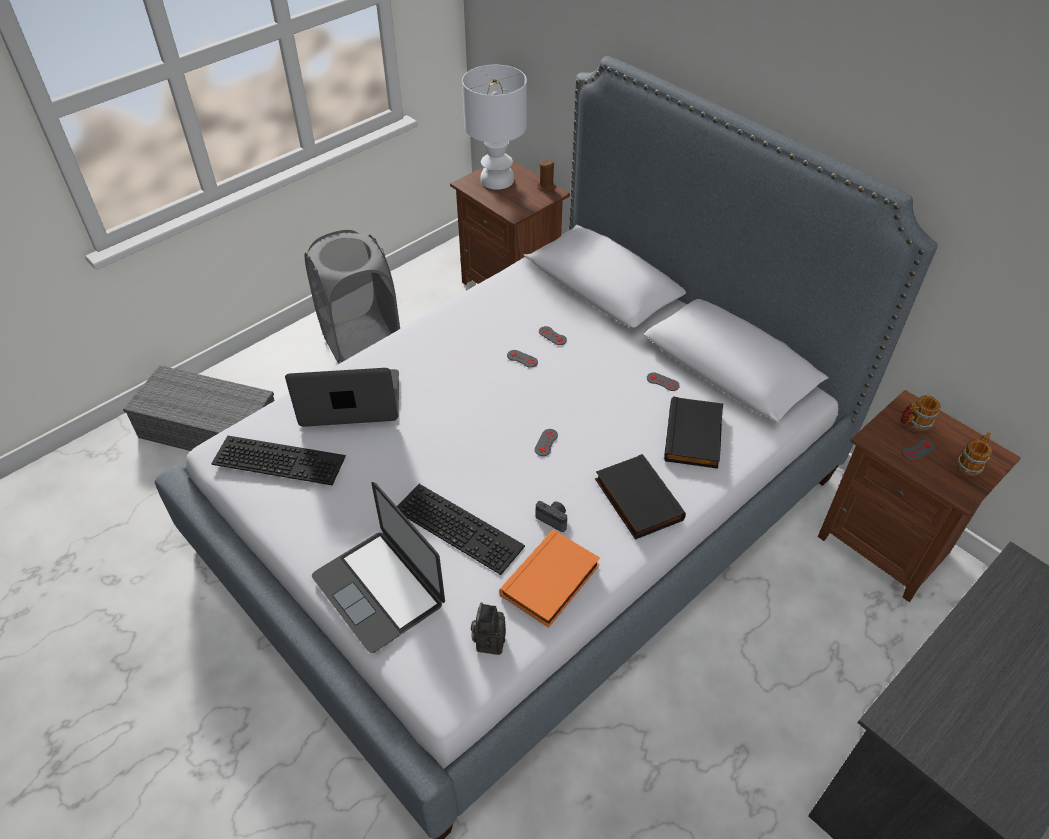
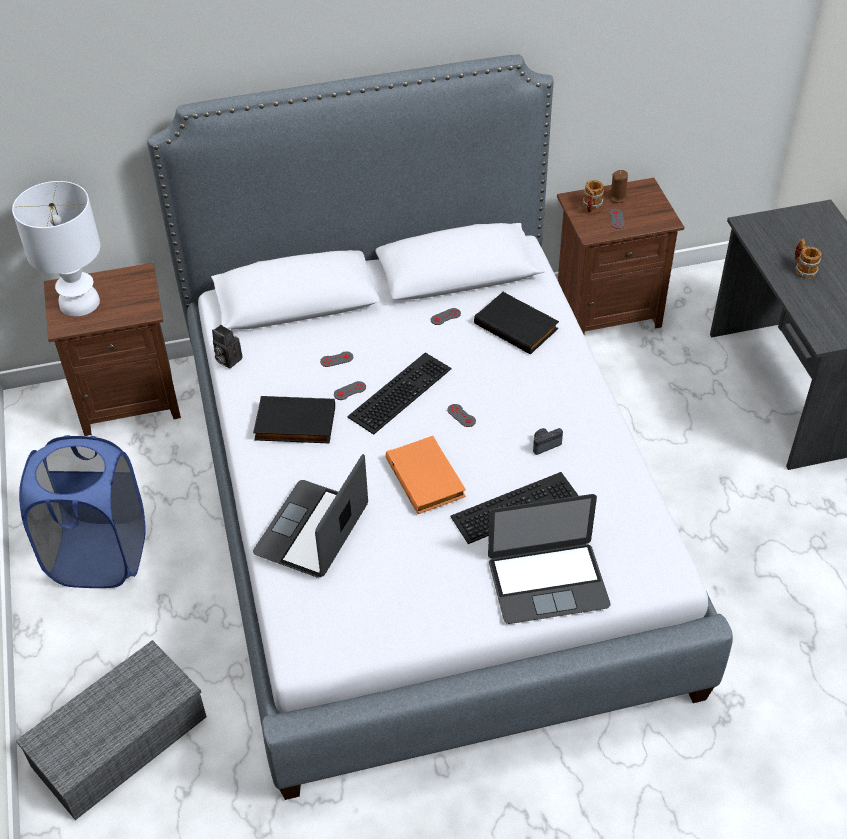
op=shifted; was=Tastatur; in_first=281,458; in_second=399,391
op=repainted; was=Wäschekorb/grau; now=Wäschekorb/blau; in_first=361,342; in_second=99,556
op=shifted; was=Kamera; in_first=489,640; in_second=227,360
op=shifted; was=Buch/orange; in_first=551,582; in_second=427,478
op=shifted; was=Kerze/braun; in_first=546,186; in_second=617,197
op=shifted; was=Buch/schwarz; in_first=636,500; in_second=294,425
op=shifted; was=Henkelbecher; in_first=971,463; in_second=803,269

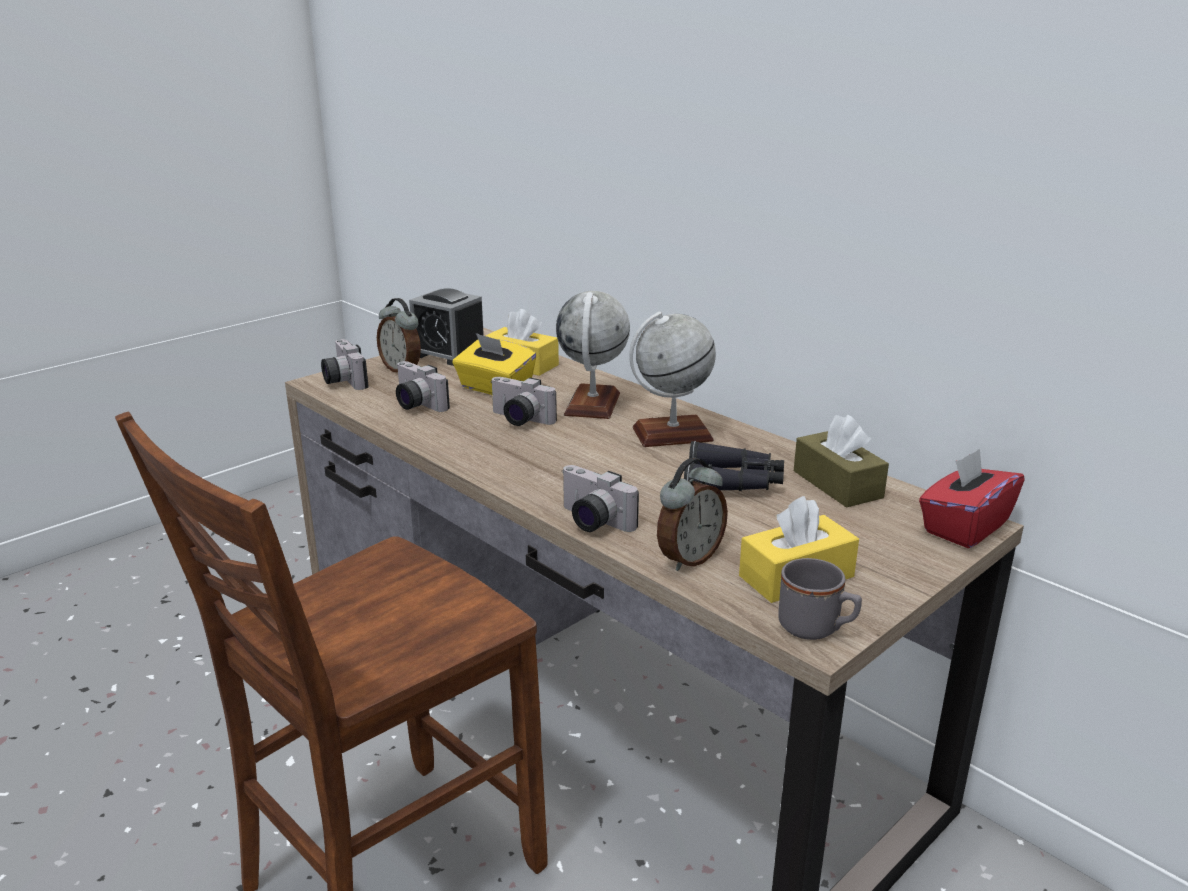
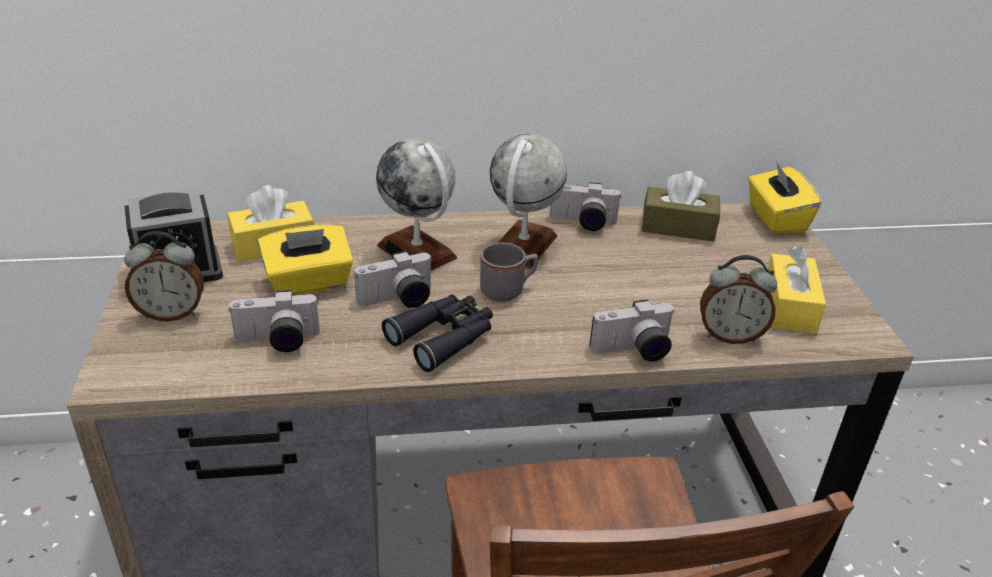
op=shifted; was=Kamera; in_first=342,380; in_second=582,223
op=rotated; was=Wecker; in_first=688,558; in_second=730,335; clockwise=105
op=shifted; was=Fernglas/schwarz; in_first=734,482; in_second=444,337
op=shifted; was=Henkelbecher/grau; in_first=816,628; in_second=508,290
op=repainted; was=Taschentuchbox/rot; now=Taschentuchbox/gelb; in_first=964,527; in_second=775,218

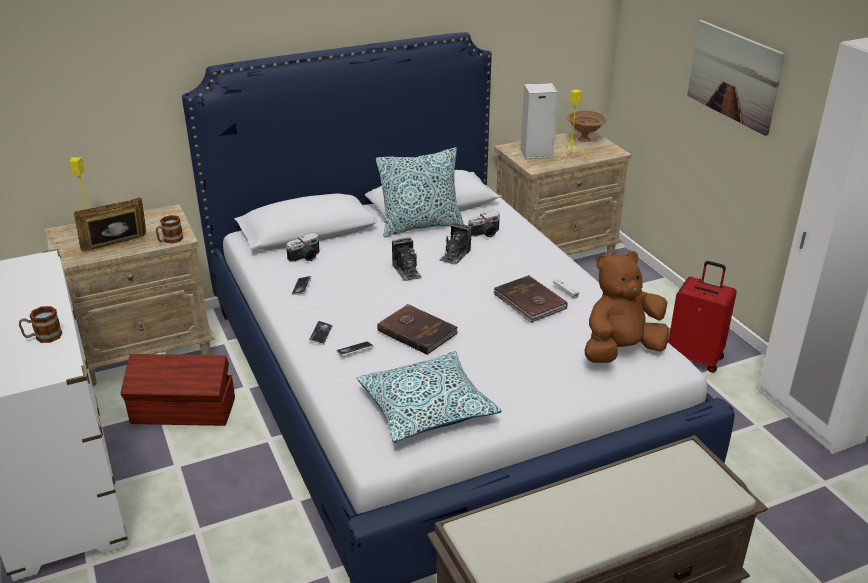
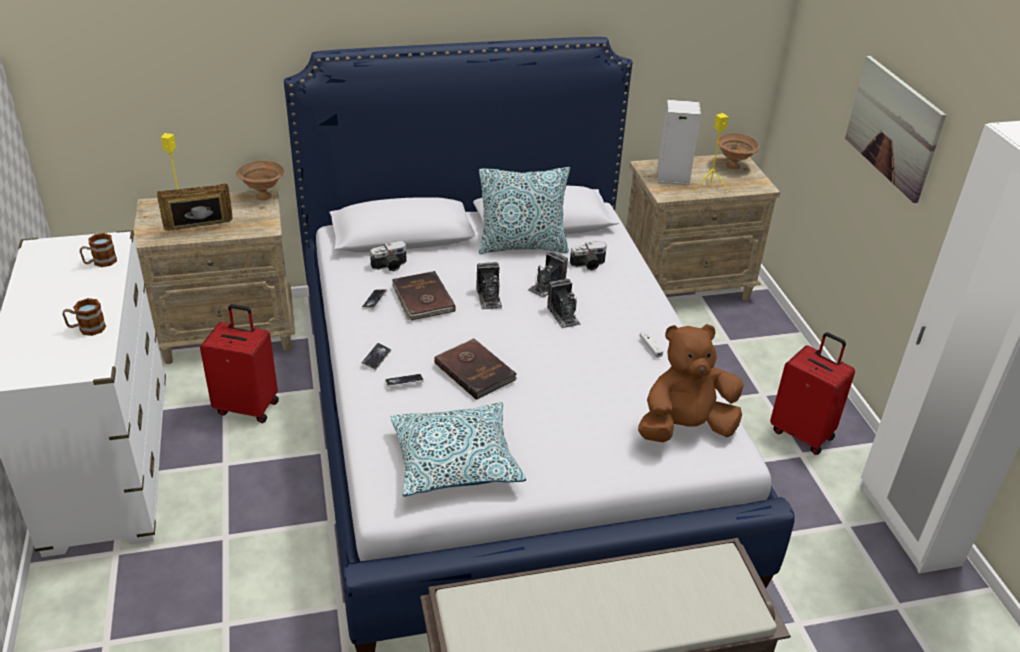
op=swapped; was=Aufbewahrungsbox/braun; now=Koffer/rot; in_first=184,411; in_second=248,406
op=shifted; was=Henkelbecher; in_first=170,240; in_second=100,262
op=shifted; was=Buch/braun; in_first=529,302; in_second=422,299
op=new; now=Schüssel/braun; in_second=262,196
op=new; now=Kamera; in_second=563,315

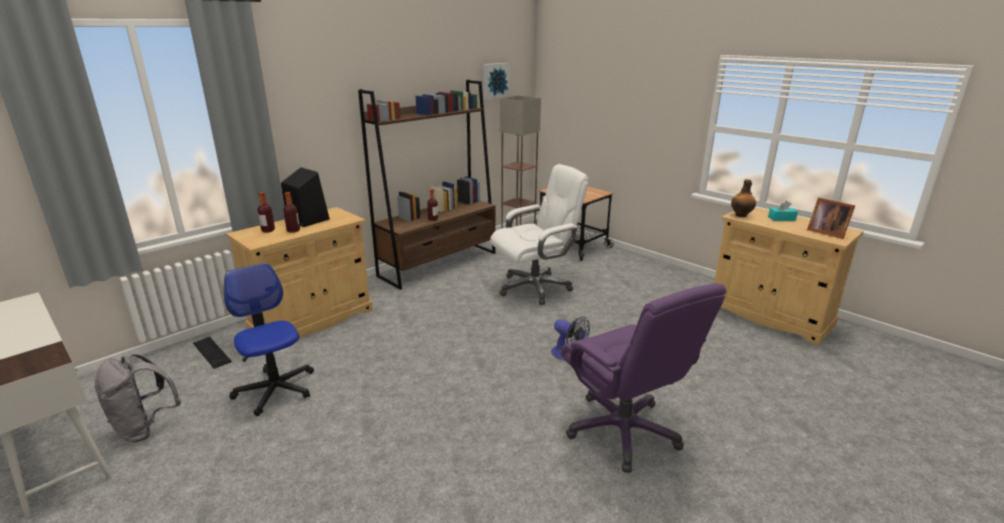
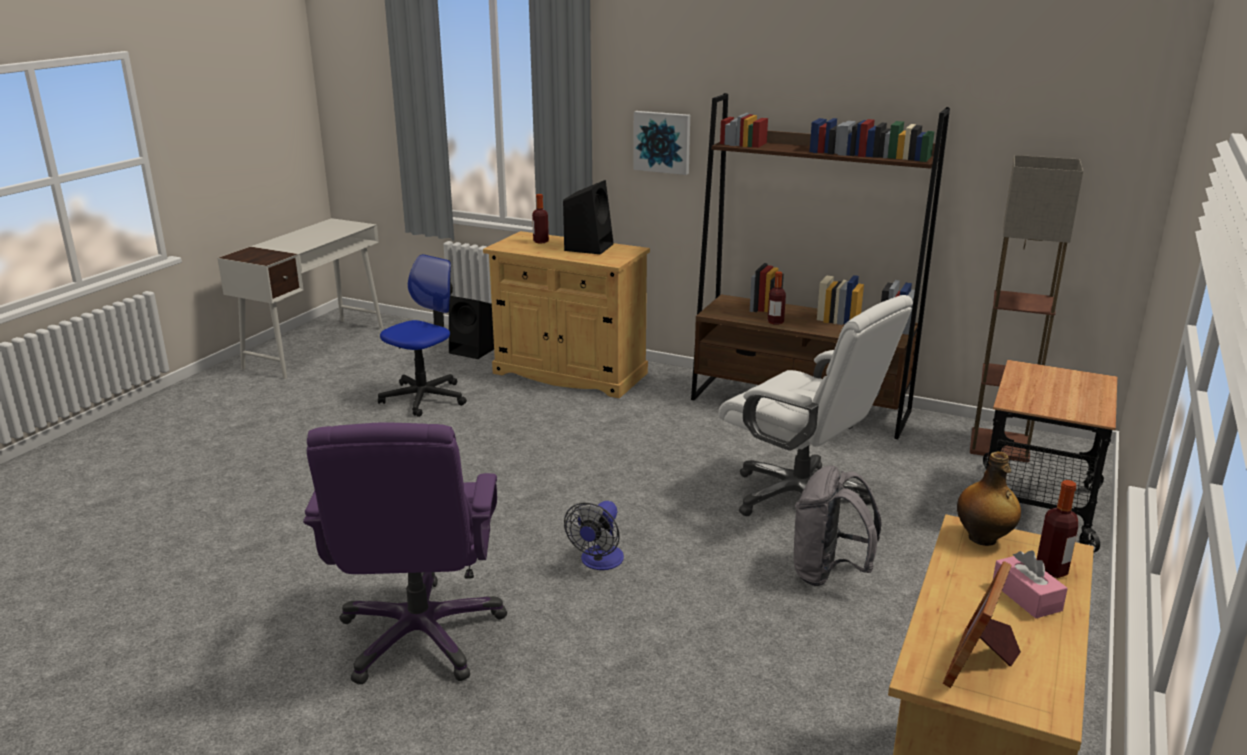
op=shifted; was=Rucksack/grau; in_first=145,427; in_second=828,573
op=swapped; was=Tastatur; now=Lautsprecher/schwarz; in_first=211,352; in_second=474,350
op=shifted; was=Flasche; in_first=293,230; in_second=1051,570
op=shifted; was=Bild; in_first=495,80; in_second=662,142
op=rotated; was=Bürostuhl/lila; in_first=623,431; in_second=421,636; clockwise=-45
op=repainted; was=Taschentuchbox/türkis; now=Taschentuchbox/rosa; in_first=781,219; in_second=1026,597

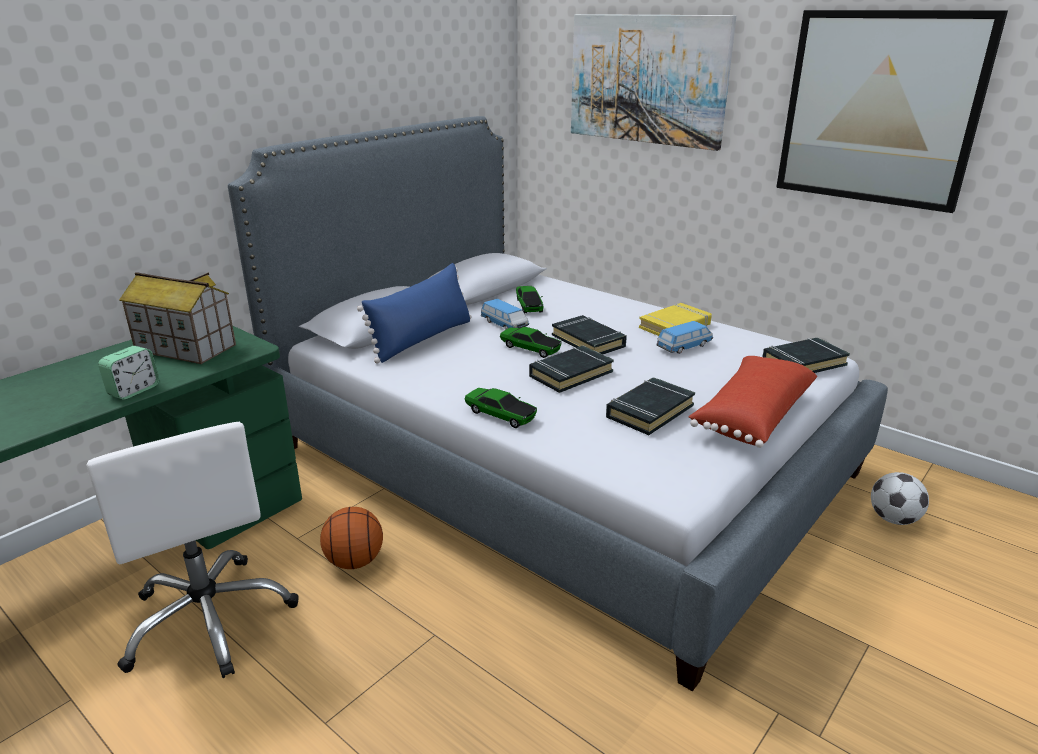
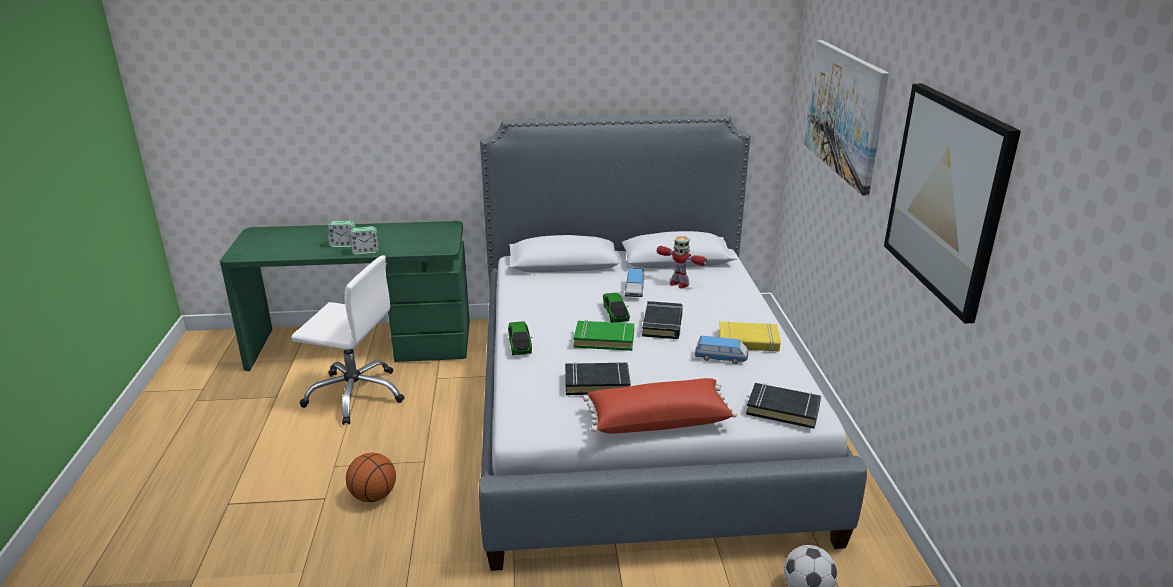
op=rotated; was=Bürostuhl/weiß; in_first=210,619; in_second=355,394; clockwise=-90
op=gone; was=Spielzeughaus; in_first=185,348
op=shifted; was=Basketball; in_first=355,561; in_second=374,496
op=gone; was=Kissen/blau; in_first=422,339
op=swapped; was=Spielzeugauto; now=Spielzeugroboter; in_first=529,305; in_second=678,283
op=repainted; was=Buch/schwarz; now=Buch/grün; in_first=570,374; in_second=604,339
op=new; now=Wecker; in_second=343,245

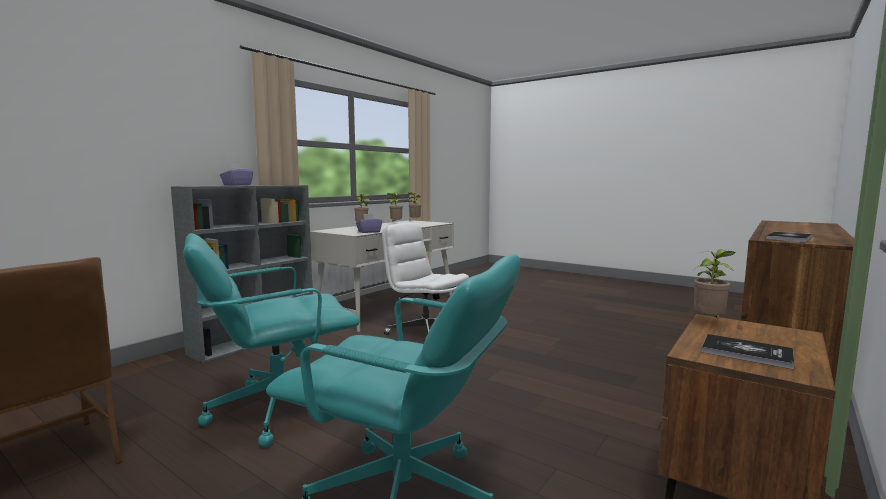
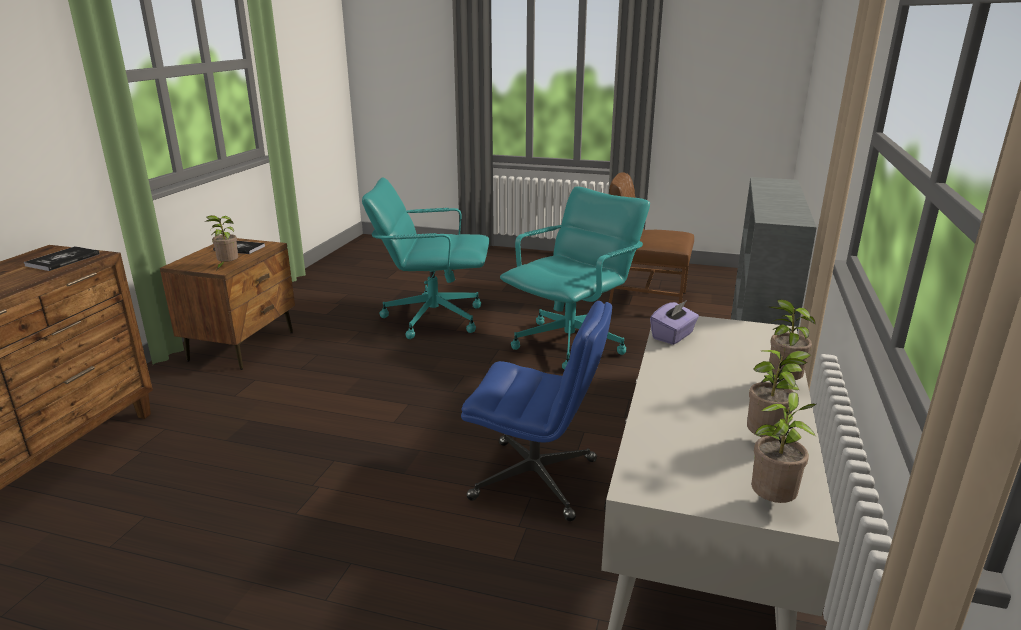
op=gone; was=Taschentuchbox/lila; in_first=237,185
op=repainted; was=Bürostuhl/weiß; now=Bürostuhl/blau; in_first=425,333; in_second=536,479

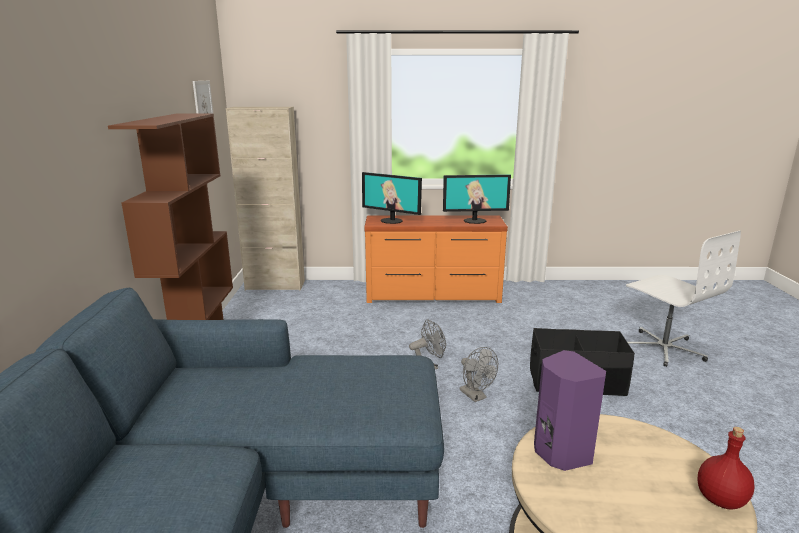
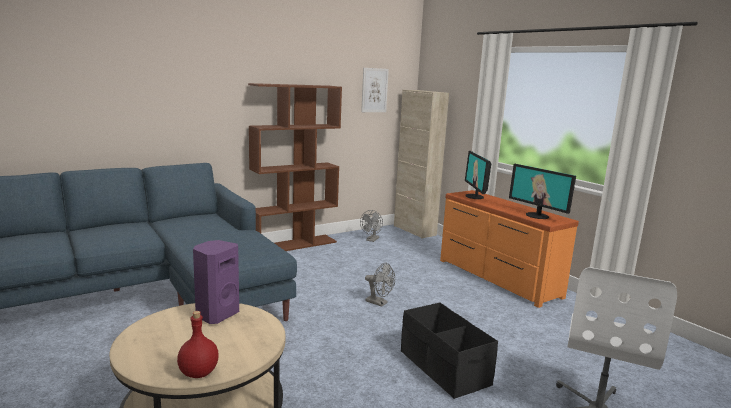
op=shifted; was=Ventilator/grau; in_first=476,396; in_second=371,240

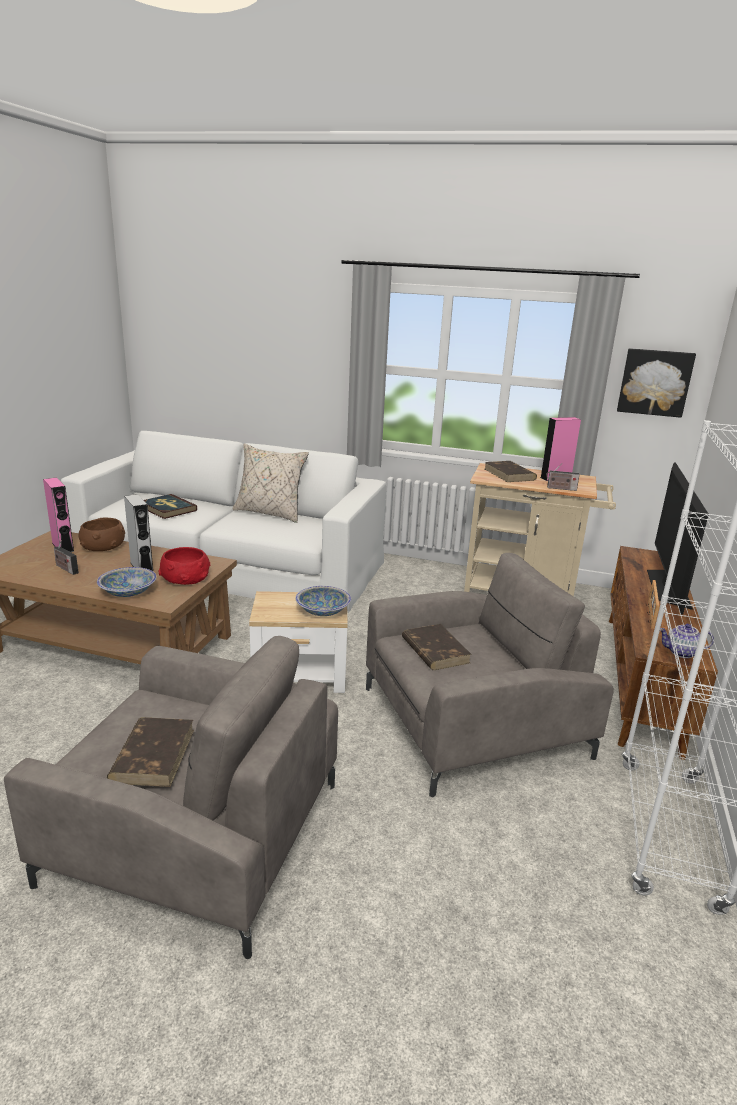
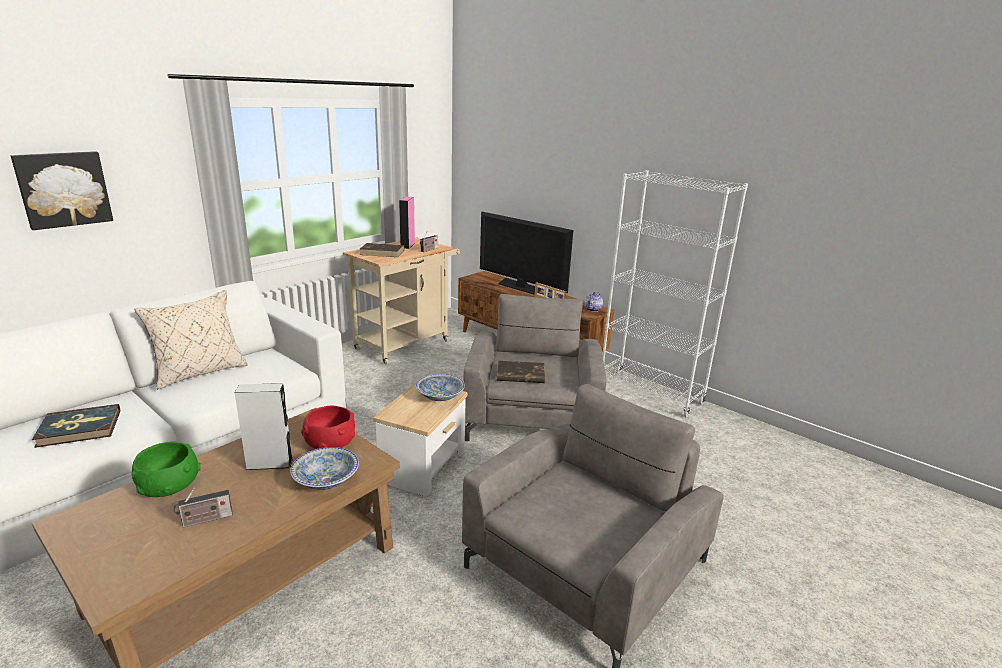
op=gone; was=Lautsprecher/rosa; in_first=63,547
op=repainted; was=Schüssel/braun; now=Schüssel/grün; in_first=103,547; in_second=169,484
op=gone; was=Buch/braun; in_first=153,754
op=shifted; was=Bild; in_first=654,382; in_second=63,189

